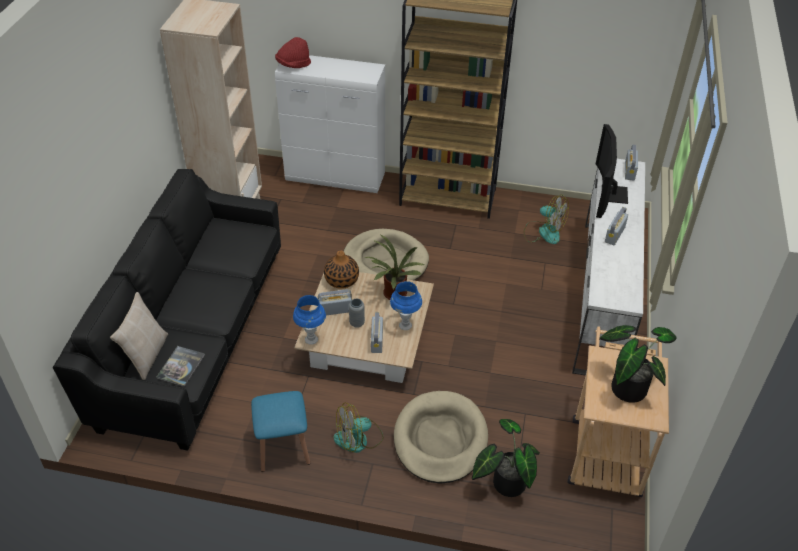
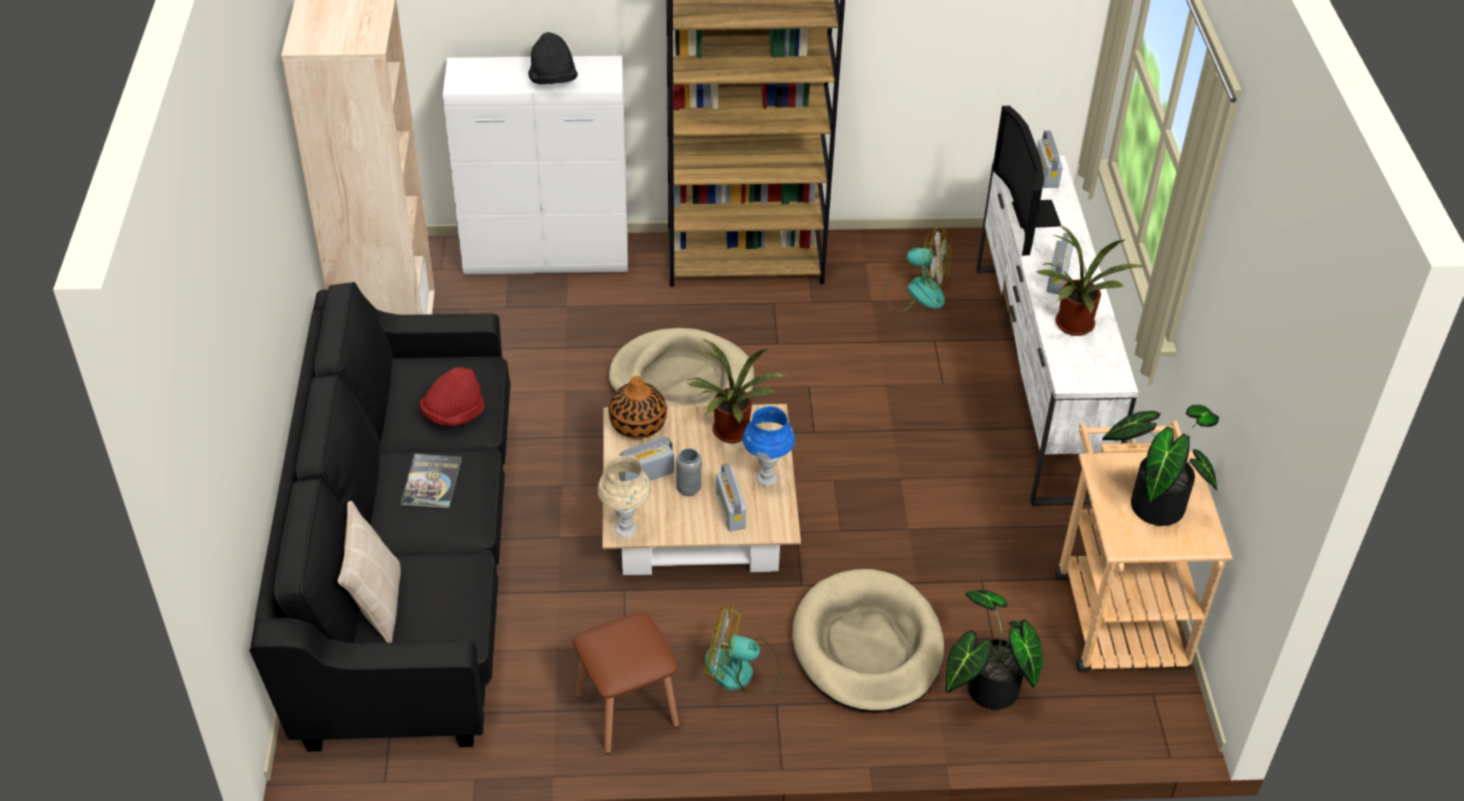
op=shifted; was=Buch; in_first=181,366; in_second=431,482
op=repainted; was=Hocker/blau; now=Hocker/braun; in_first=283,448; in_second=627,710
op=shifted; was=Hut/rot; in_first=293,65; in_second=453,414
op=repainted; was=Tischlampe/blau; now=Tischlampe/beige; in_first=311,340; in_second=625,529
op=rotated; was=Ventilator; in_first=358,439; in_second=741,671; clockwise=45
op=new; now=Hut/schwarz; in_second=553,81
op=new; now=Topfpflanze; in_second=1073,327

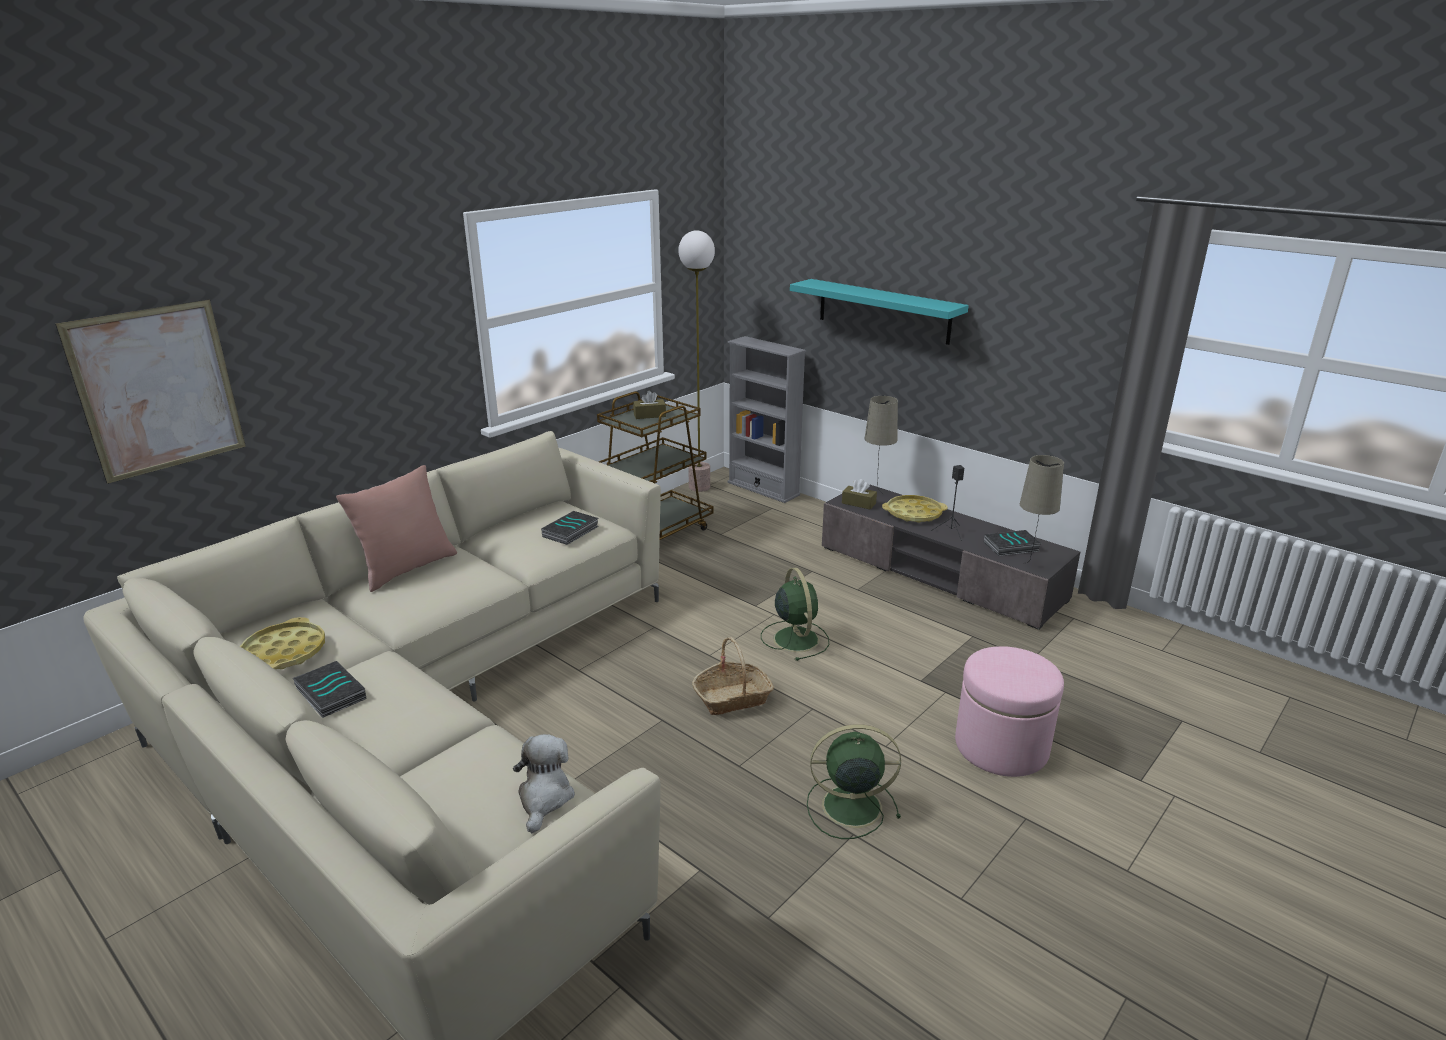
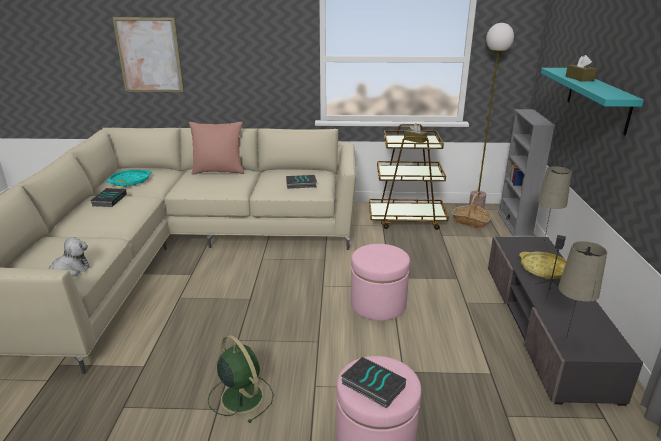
op=repainted; was=Tablett/gelb; now=Tablett/türkis; in_first=284,652; in_second=130,181
op=shifted; was=Korb; in_first=732,698; in_second=470,221
op=swapped; was=Ventilator/grün; now=Polsterhocker/rosa; in_first=795,638; in_second=378,304
op=shifted; was=Taschentuchbox/braun; in_first=858,503; in_second=579,78
op=shifted; was=Buch; in_first=1011,547; in_second=372,385

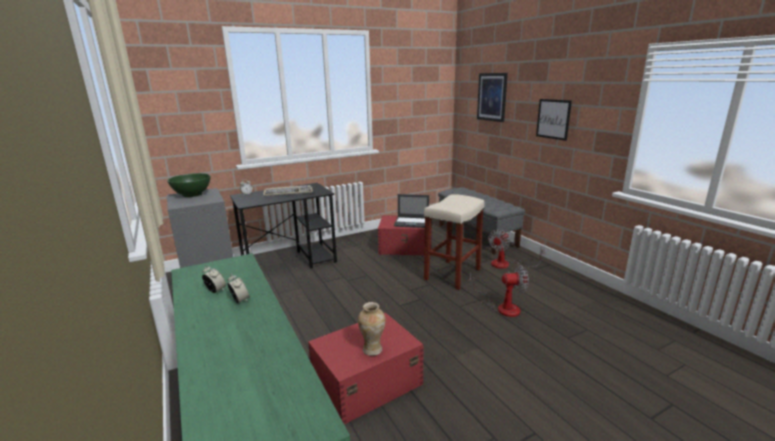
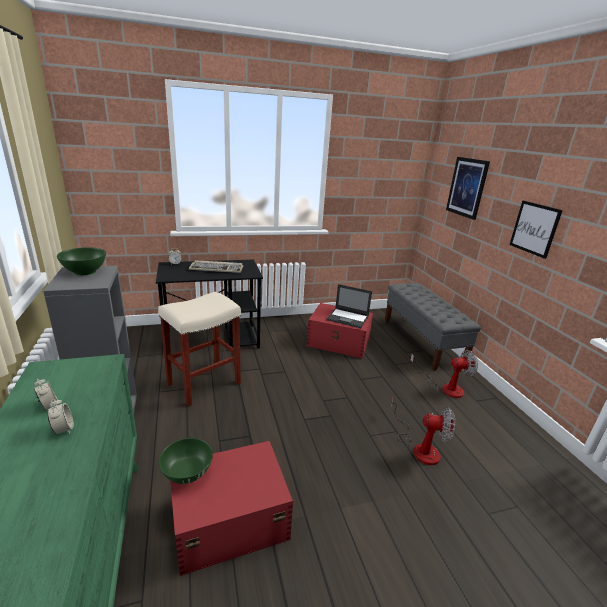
op=gone; was=Vase; in_first=372,350
op=shifted; was=Hocker/beige; in_first=452,275; in_second=203,384
op=rotated; was=Ventilator; in_first=507,264; in_second=445,387; clockwise=-150
op=new; now=Schüssel/grün; in_second=187,473

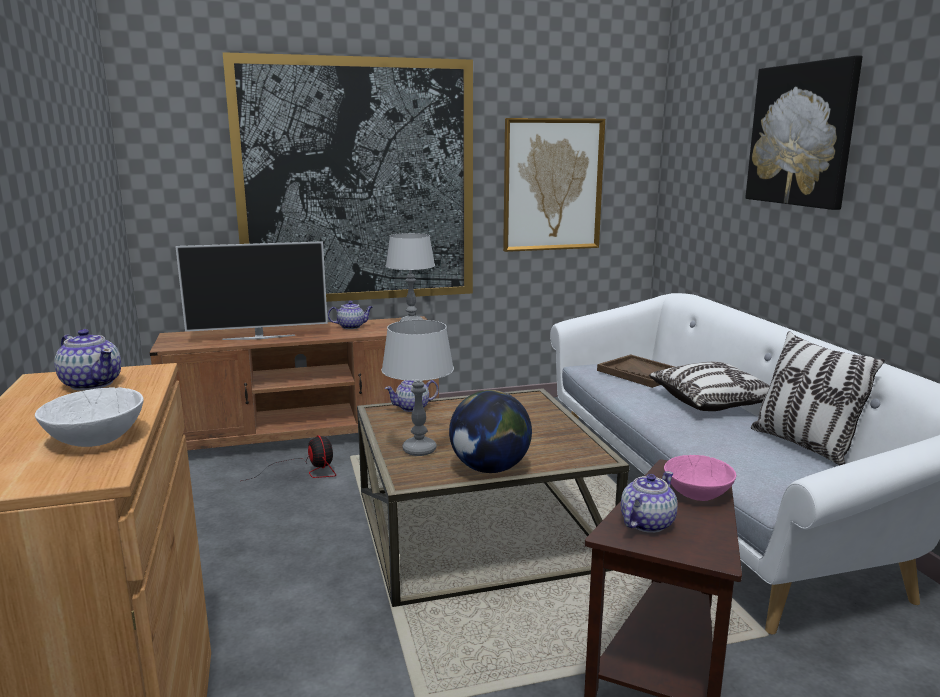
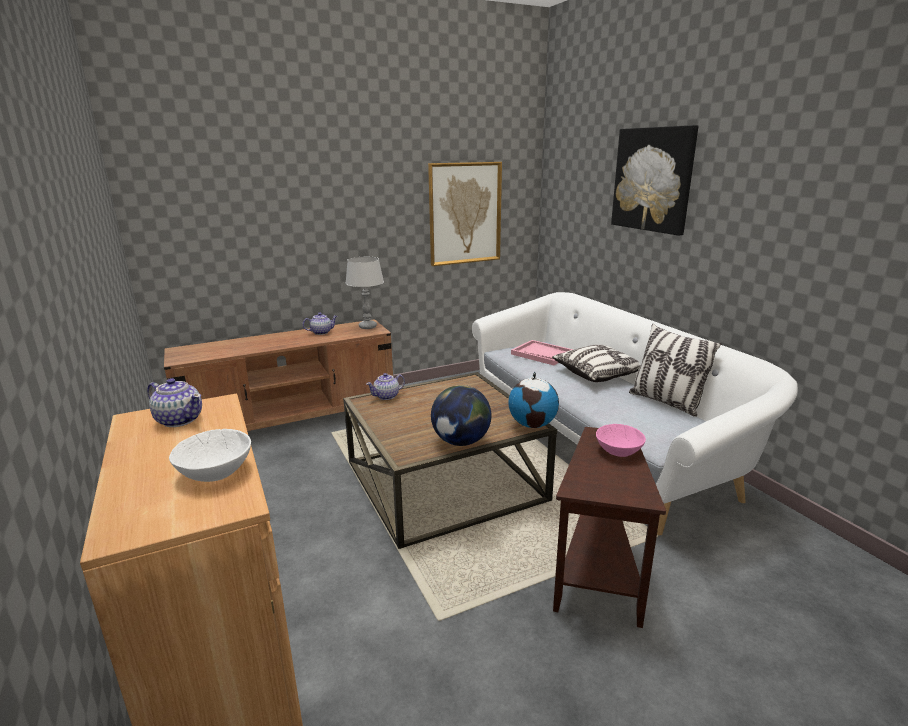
op=gone; was=Fernseher; in_first=259,337
op=gone; was=Bild; in_first=357,182
op=gone; was=Ventilator; in_first=306,471
op=gone; was=Tischlampe/grau; in_first=419,450
op=repainted; was=Tablett/braun; now=Tablett/rosa; in_first=641,373; in_second=542,354
op=gone; was=Teekanne; in_first=646,523
op=new; now=Globus; in_second=532,424

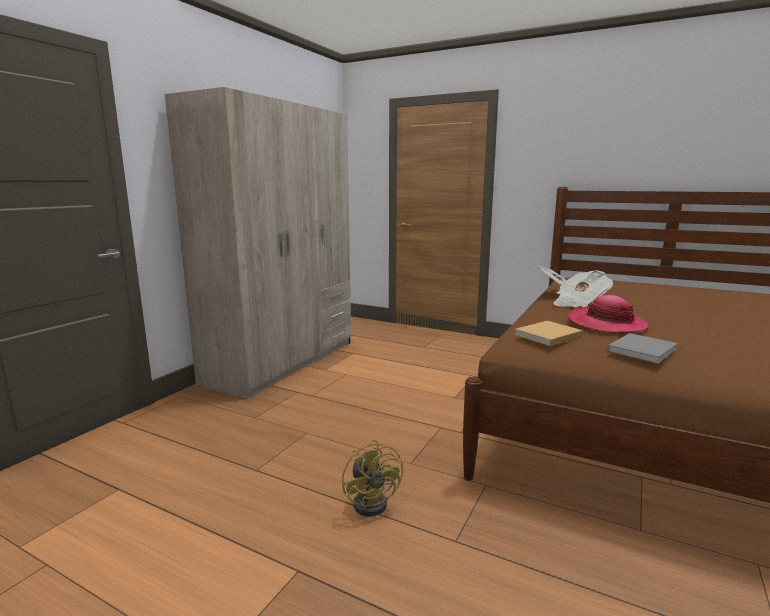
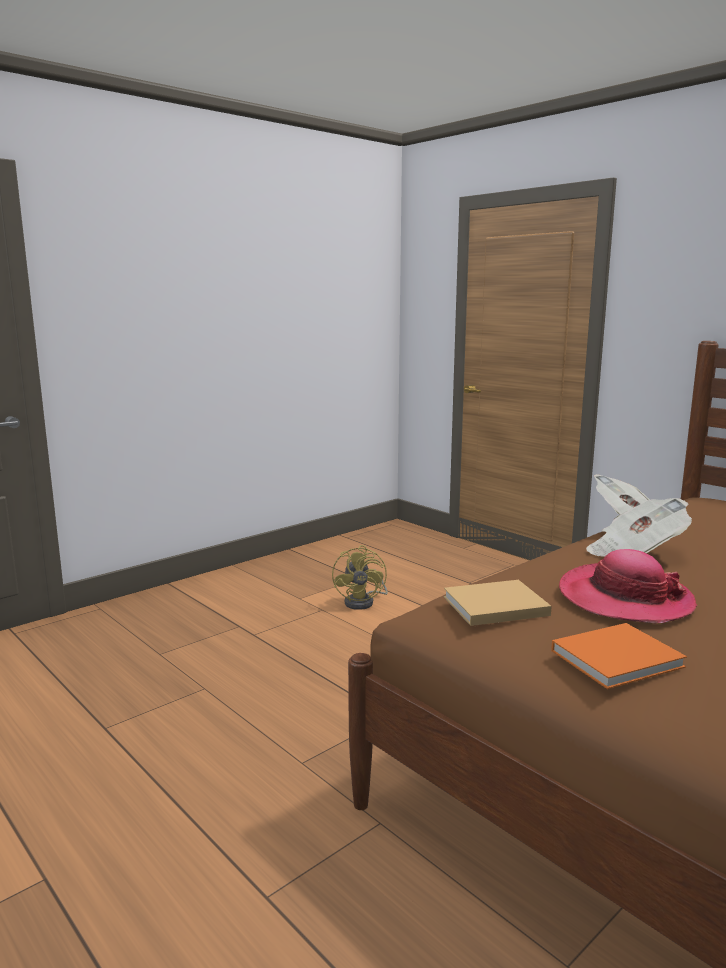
op=gone; was=Kleiderschrank/beige; in_first=283,361
op=shifted; was=Ventilator/gelb; in_first=374,501; in_second=364,602
op=repainted; was=Buch/grau; now=Buch/orange; in_first=643,350; in_second=619,658

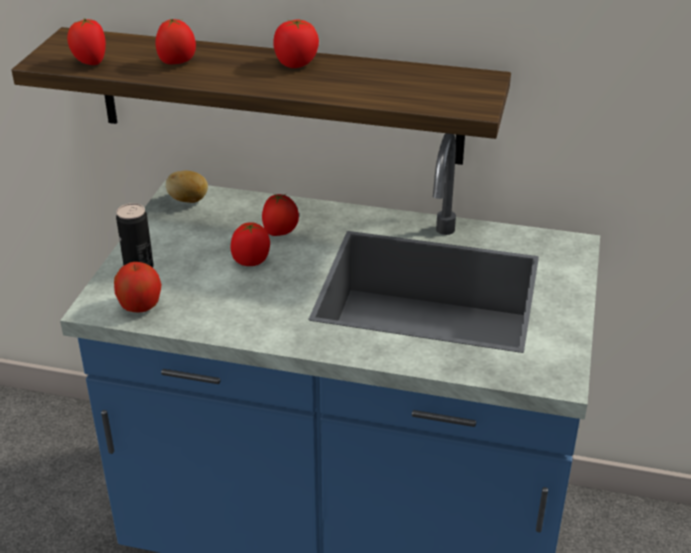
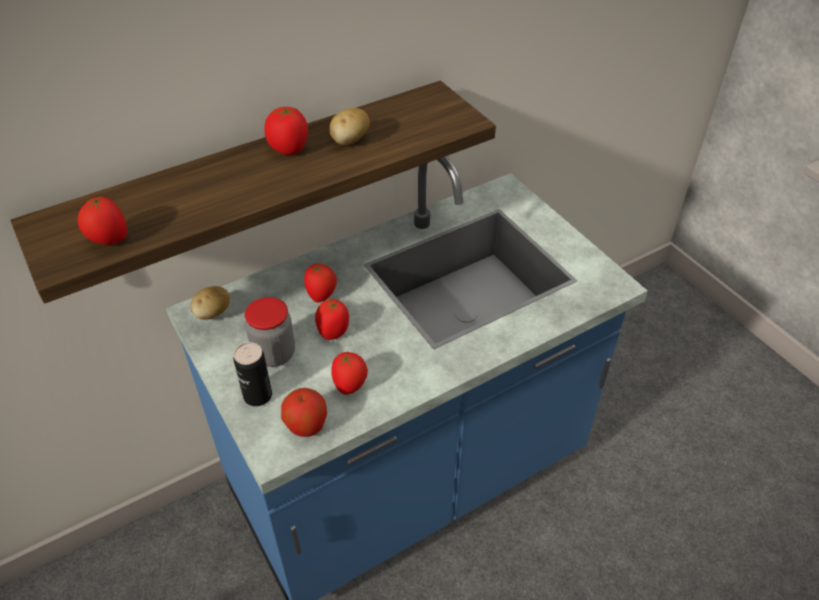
op=shifted; was=Tomate; in_first=177,63; in_second=350,386
op=new; now=Vorratsglas; in_second=274,354
op=new; now=Kartoffel; in_second=350,141

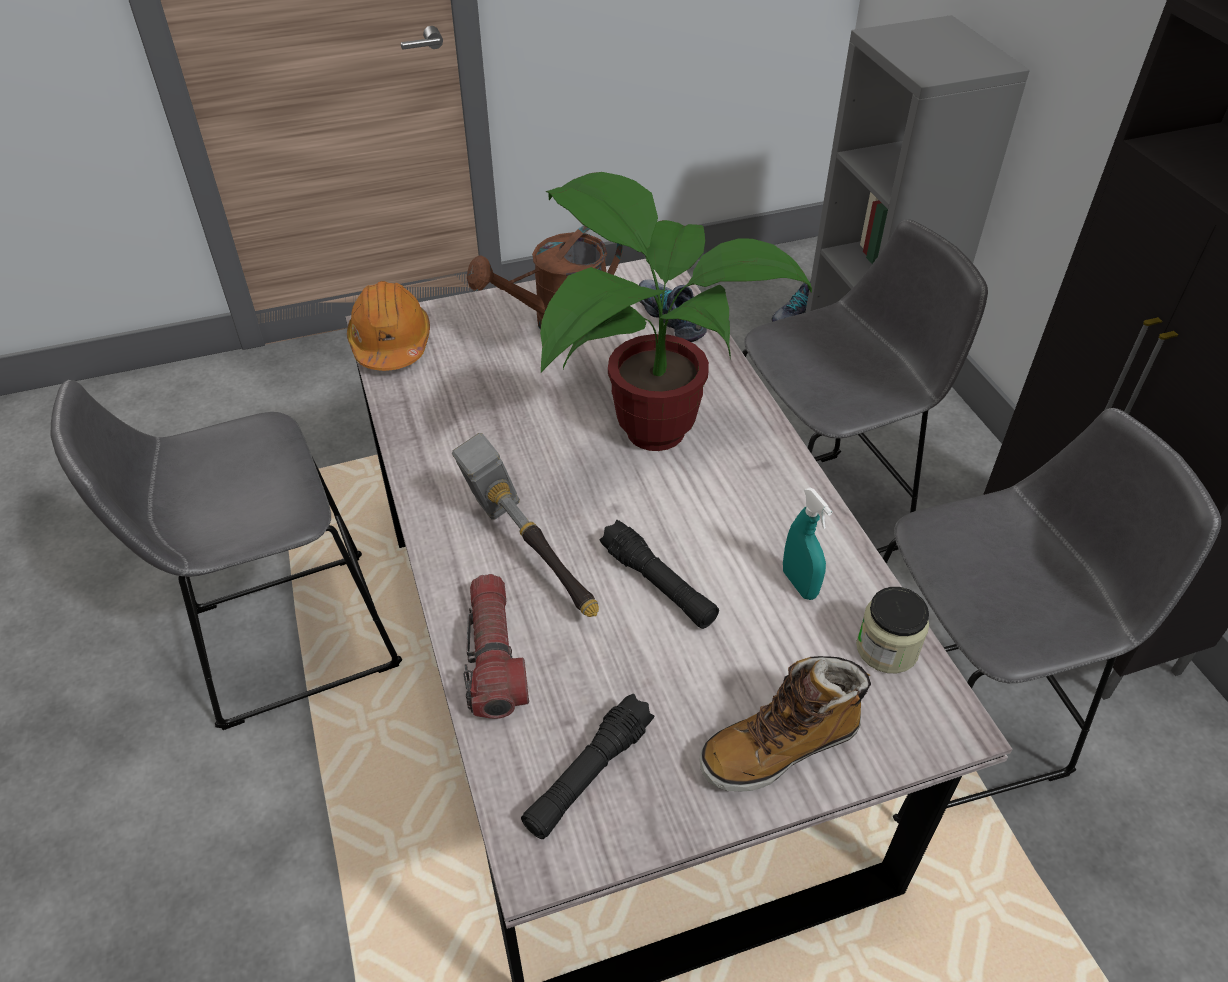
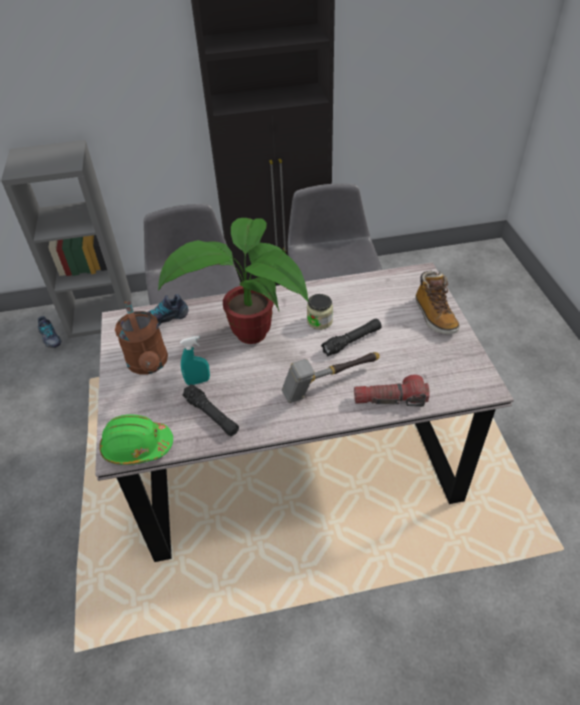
op=gone; was=Hocker/grau; in_first=281,641
op=repainted; was=Schutzhelm/orange; now=Schutzhelm/grün; in_first=391,343; in_second=137,447
op=shifted; was=Taschenlampe/schwarz; in_first=588,775; in_second=211,415
op=shifted; was=Sprühflasche/türkis; in_first=799,584; in_second=198,381
op=shifted; was=Vorratsglas; in_first=887,649; in_second=319,321

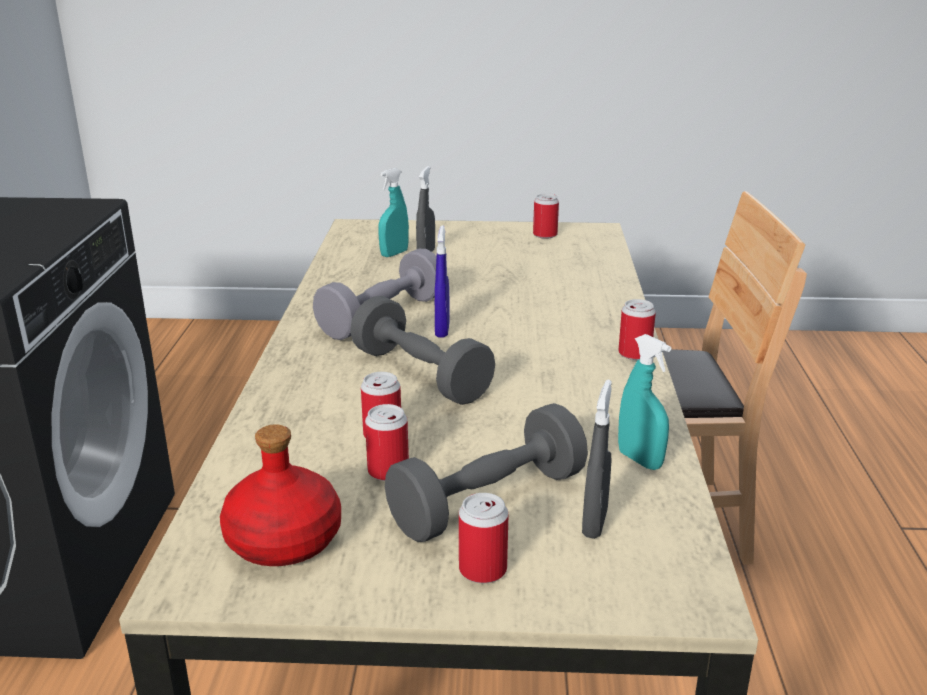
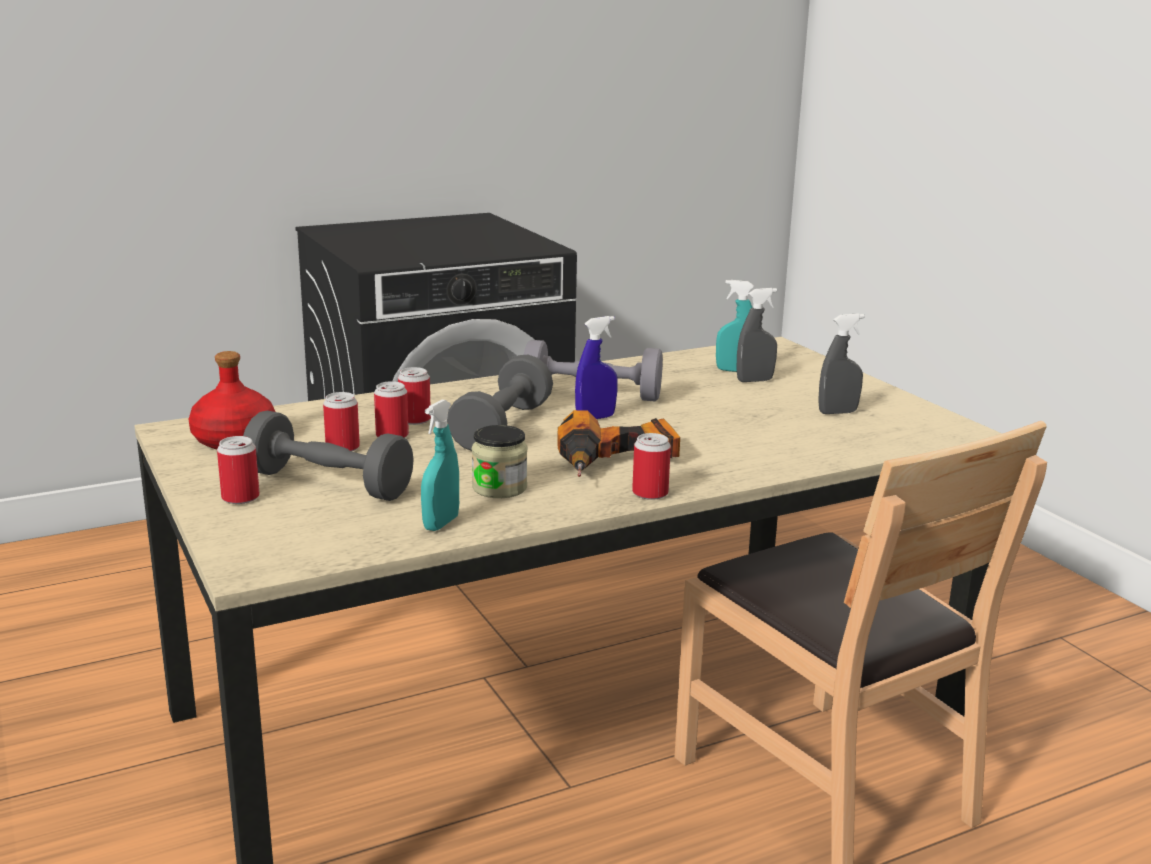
op=shifted; was=Dose; in_first=545,235; in_second=415,420
op=shifted; was=Sprühflasche/grau; in_first=594,523; in_second=837,412
op=new; now=Vorratsglas; in_second=499,488
op=new; now=Bohrmaschine; in_second=617,463

